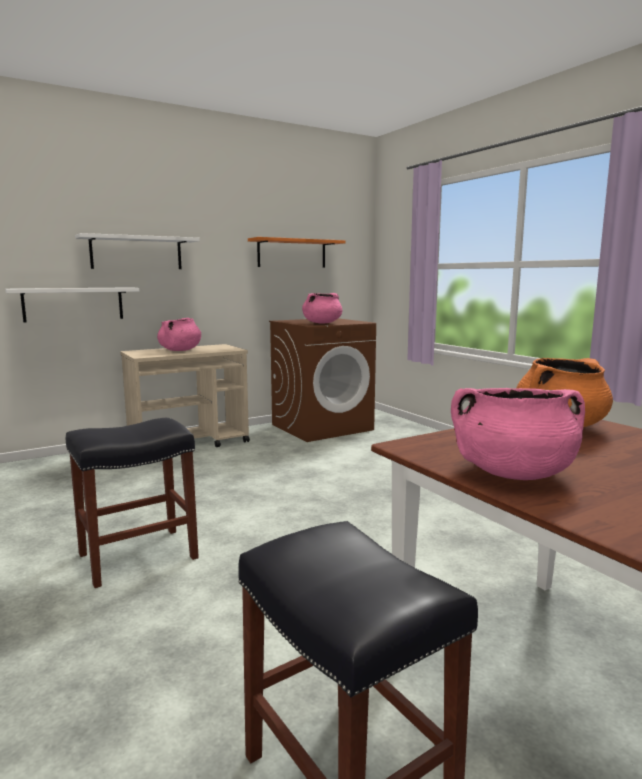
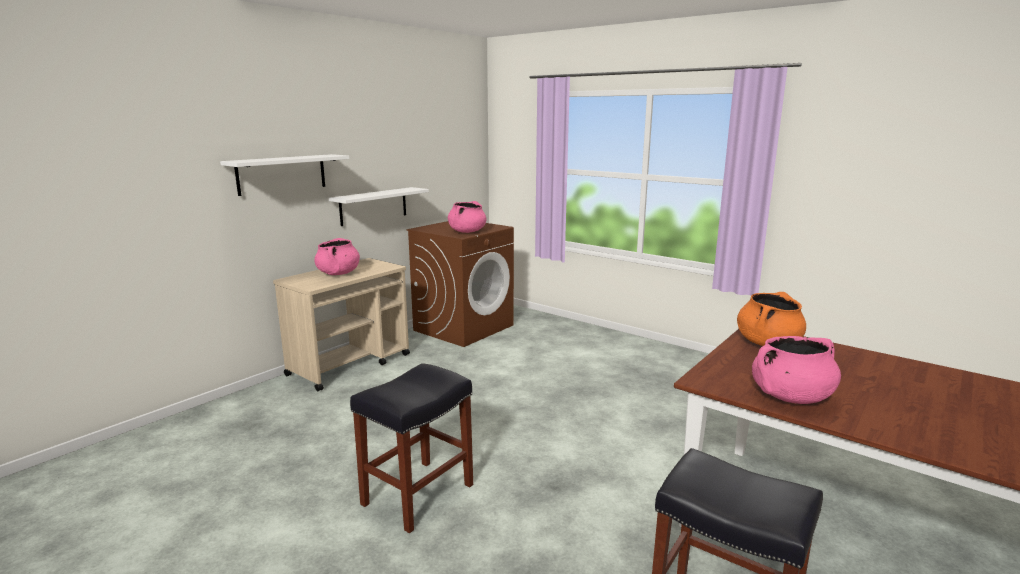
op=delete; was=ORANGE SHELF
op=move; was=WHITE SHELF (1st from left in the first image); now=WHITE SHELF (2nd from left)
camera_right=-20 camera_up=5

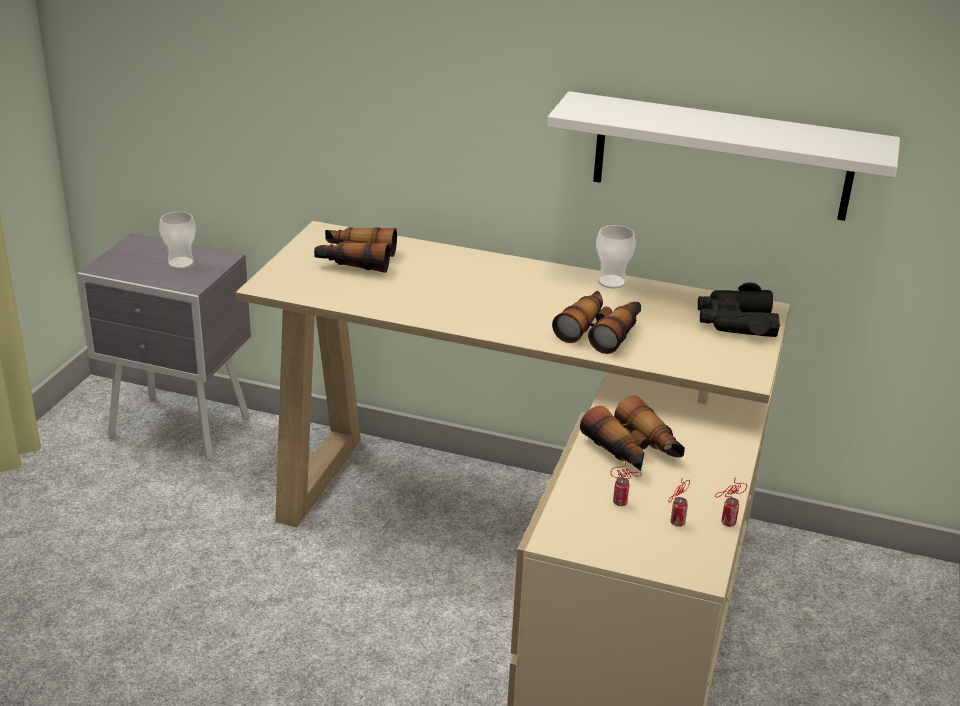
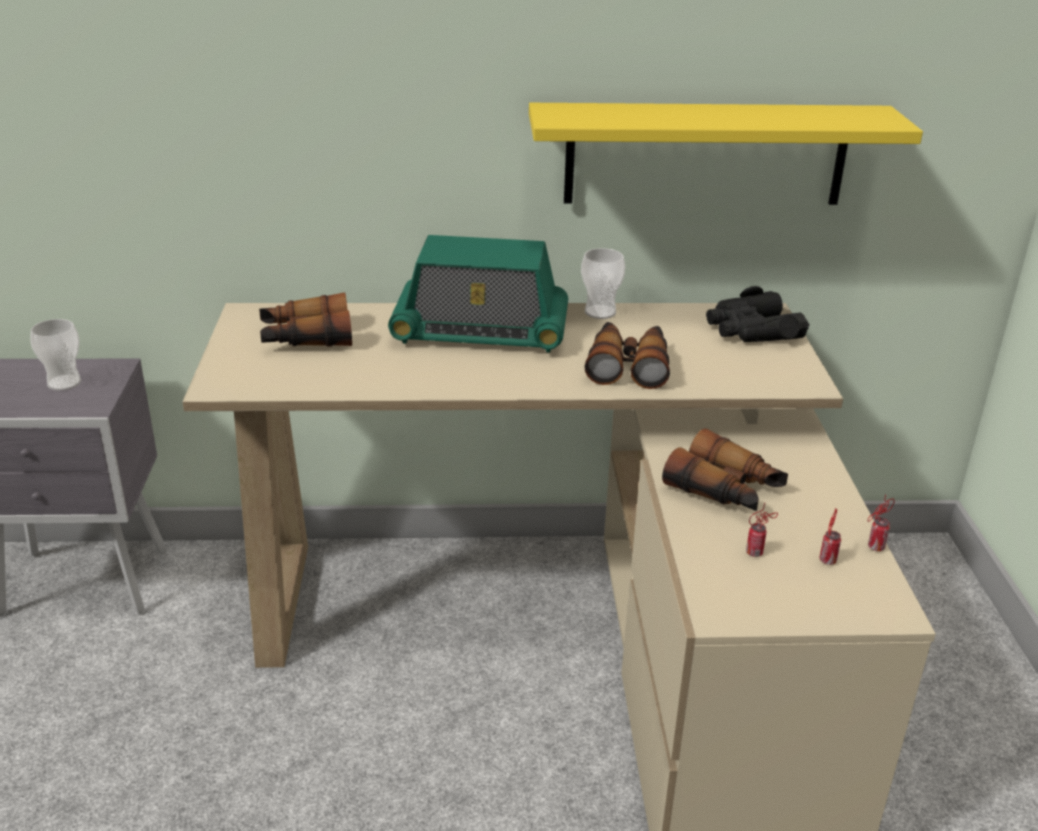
op=recolor; was=WHITE SHELF; now=YELLOW SHELF
op=insert; now=RADIO
camera_right=-20 camera_up=0

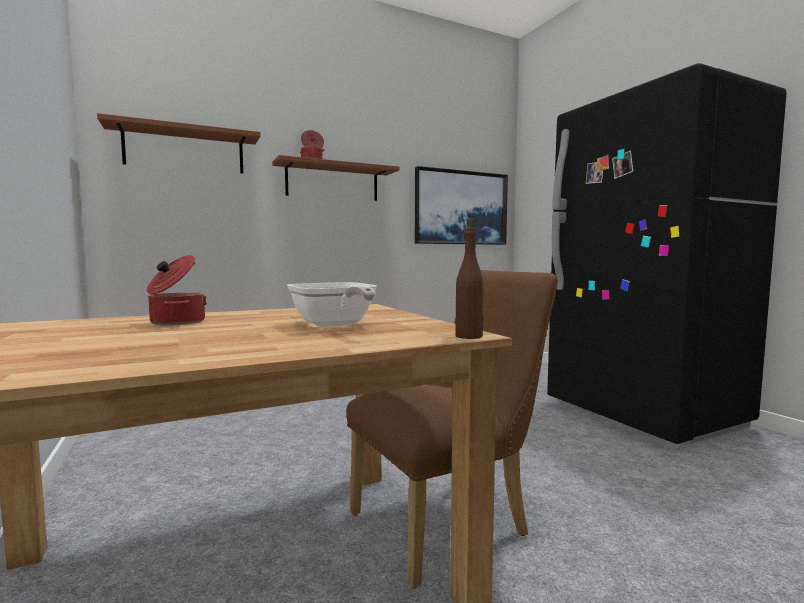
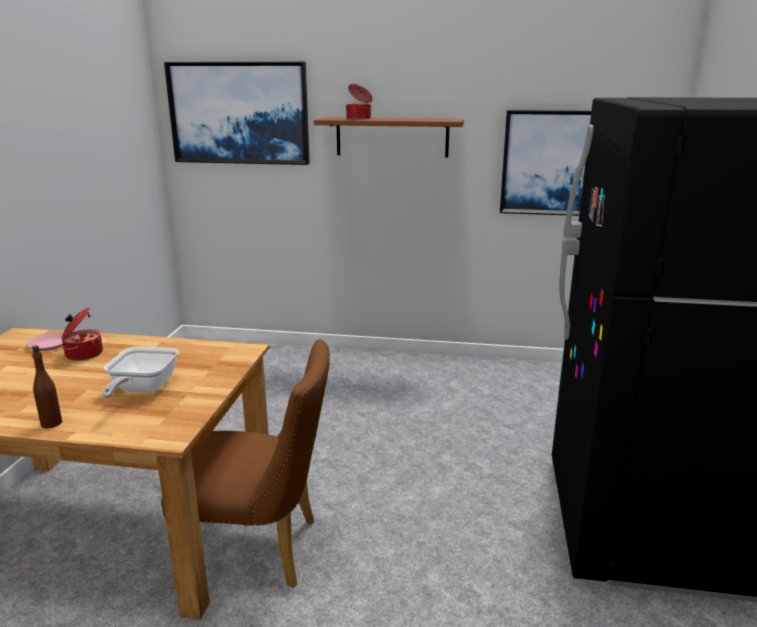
op=replace; was=BROWN SHELF (1st from left); now=PICTURE (1st from left)
op=move; was=BROWN BOTTLE
op=insert; now=PINK PLATE
camera_right=35 camera_up=15

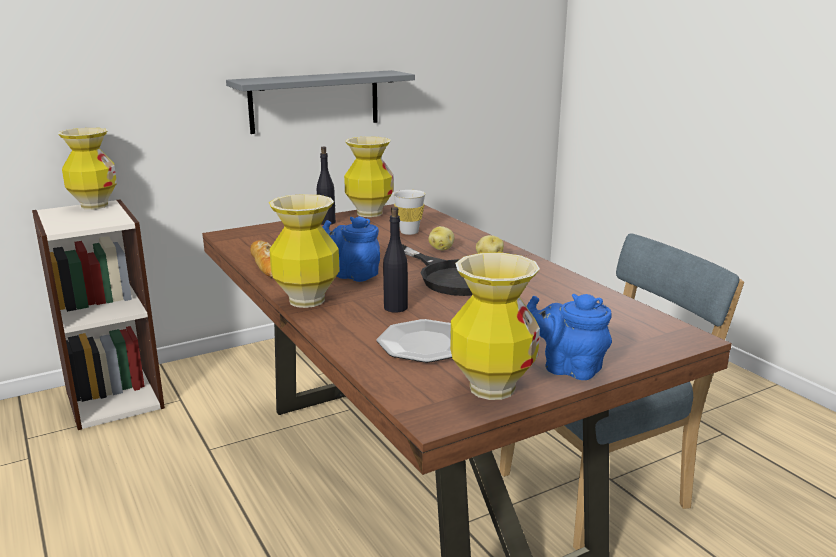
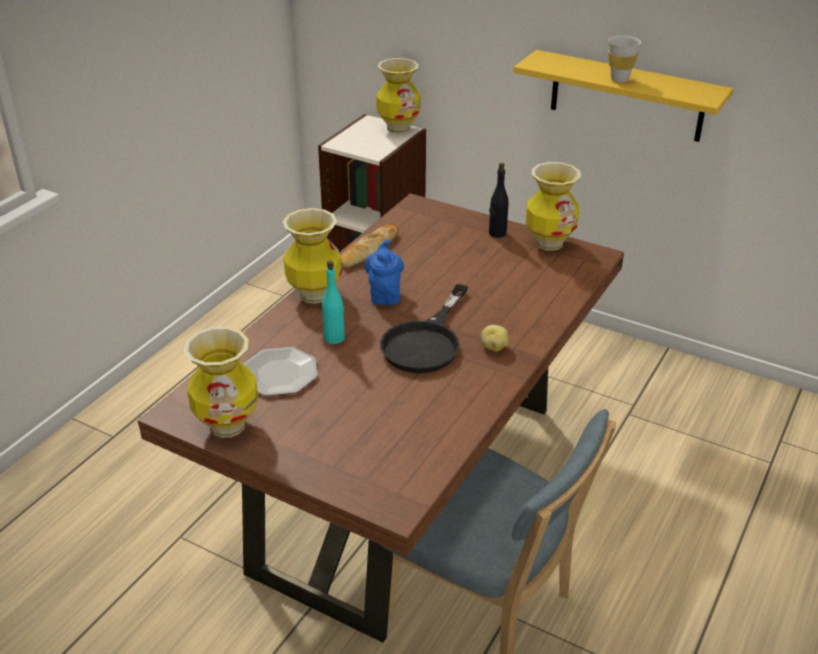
op=recolor; was=GREY SHELF; now=YELLOW SHELF
op=move; was=WHITE CUP
op=recolor; was=BLACK BOTTLE (2nd from left); now=TURQUOISE BOTTLE
op=delete; was=POTATO (1st from left)
op=delete; was=BLUE TEAPOT (2nd from left)
camera_right=60 camera_up=15

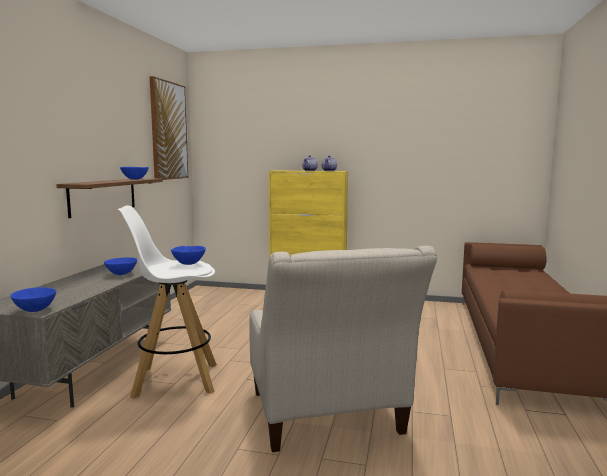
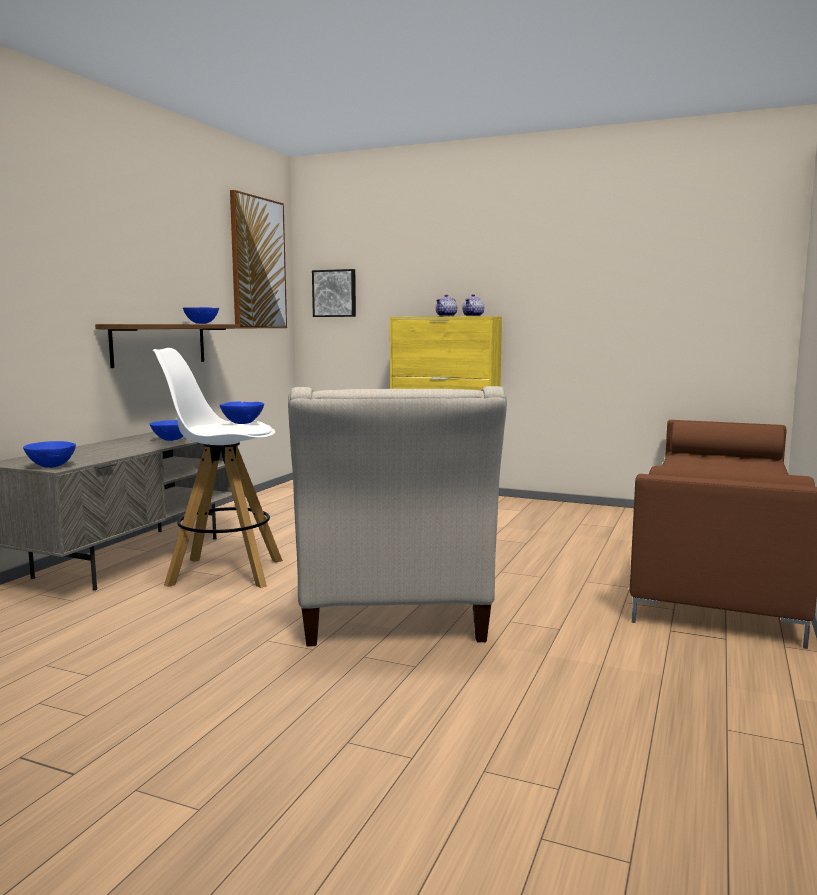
op=insert; now=PICTURE (2nd from left)
camera_right=10 camera_up=0

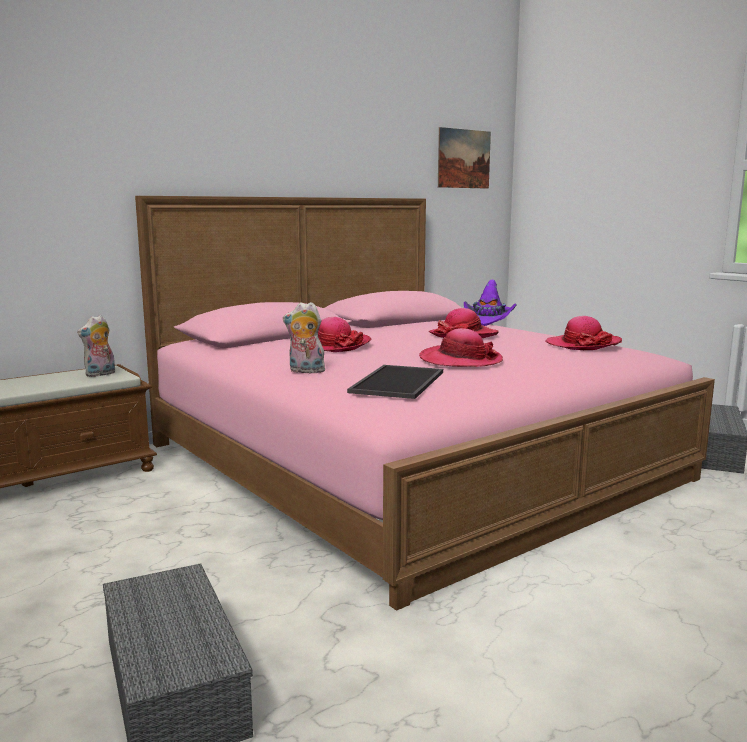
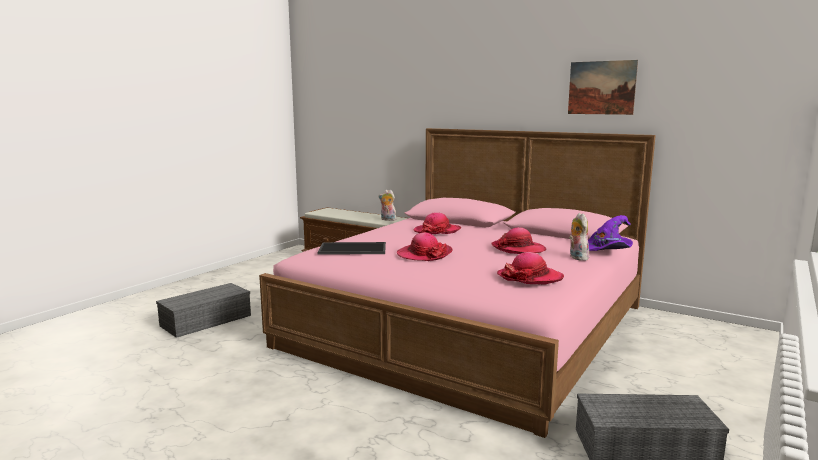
op=move; was=PICTURE
op=move; was=PLUSH TOY (2nd from left)
camera_right=70 camera_up=0

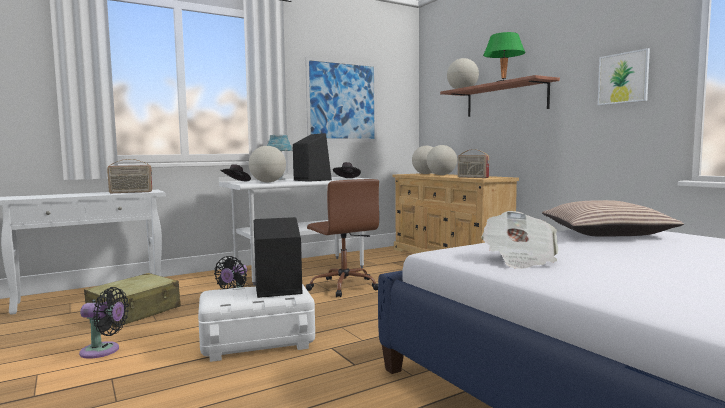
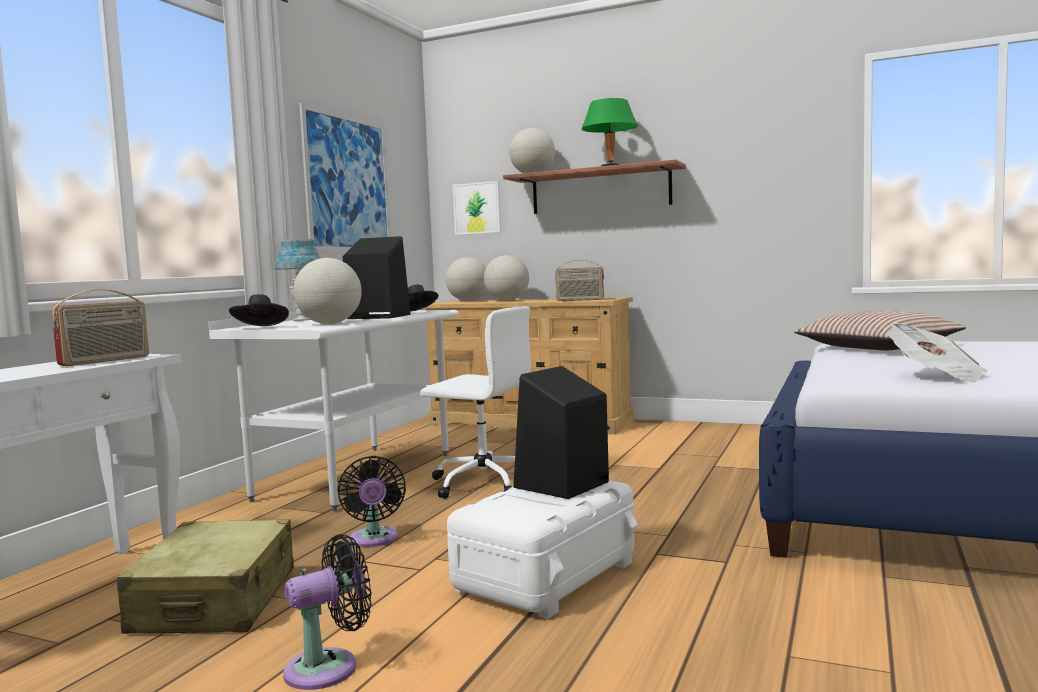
op=move; was=PICTURE (2nd from left)
op=recolor; was=BROWN OFFICE CHAIR; now=WHITE OFFICE CHAIR
camera_right=-35 camera_up=0

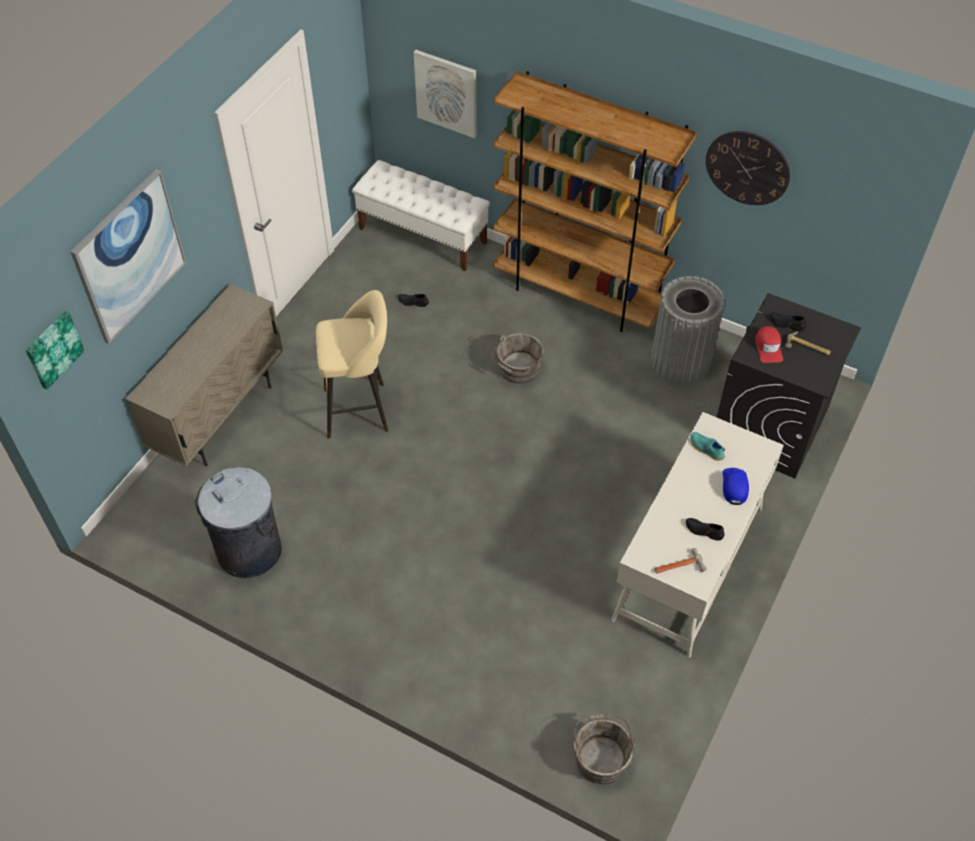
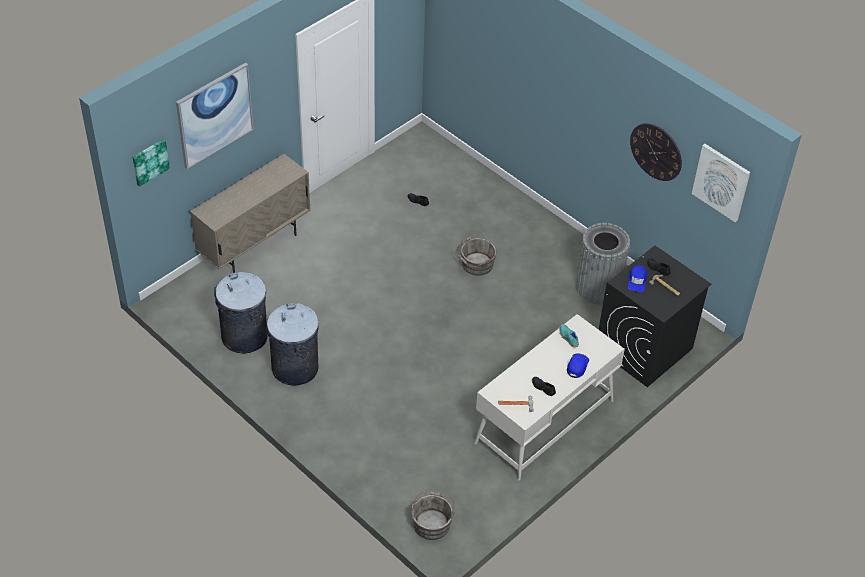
op=move; was=PICTURE (3rd from left)
op=delete; was=BROWN BOOKCASE
op=delete; was=WHITE BENCH
op=delete; was=BEIGE STOOL
op=recolor; was=RED CAP; now=BLUE CAP (2nd from left)
op=insert; now=GREY TRASH CAN (2nd from left)
camera_right=15 camera_up=-5

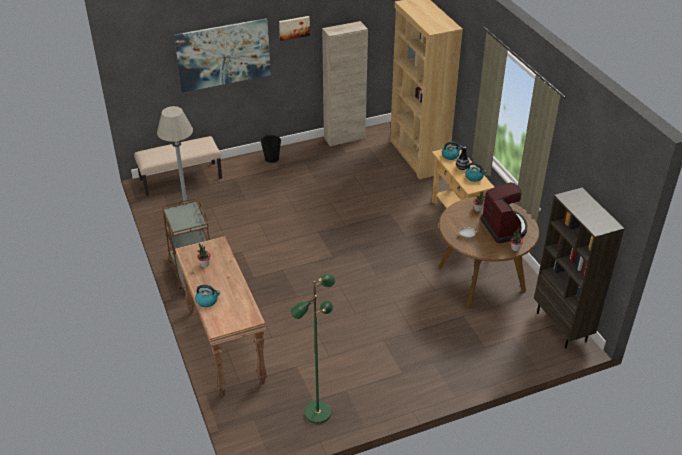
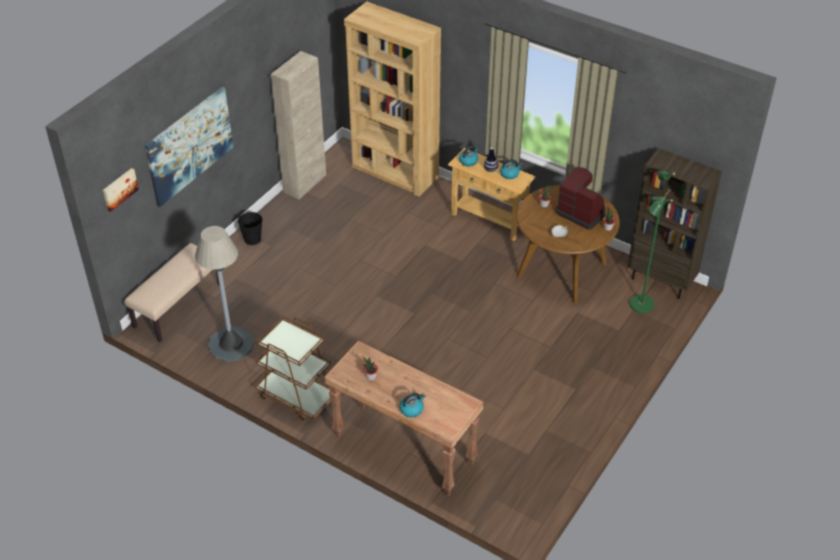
op=move; was=PICTURE (2nd from left in the first image); now=PICTURE (1st from left)
op=move; was=GREEN FLOOR LAMP
camera_right=-35 camera_up=5

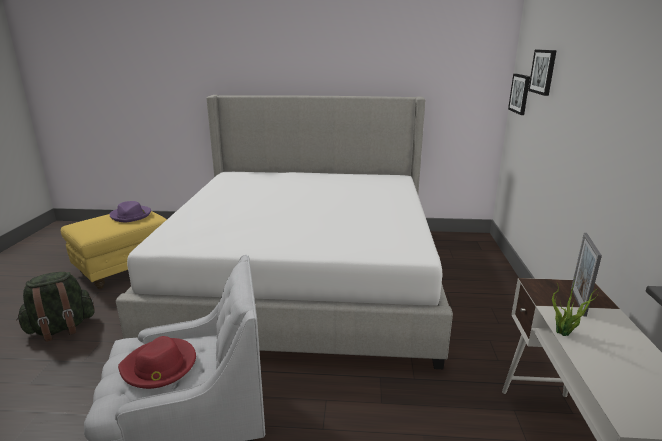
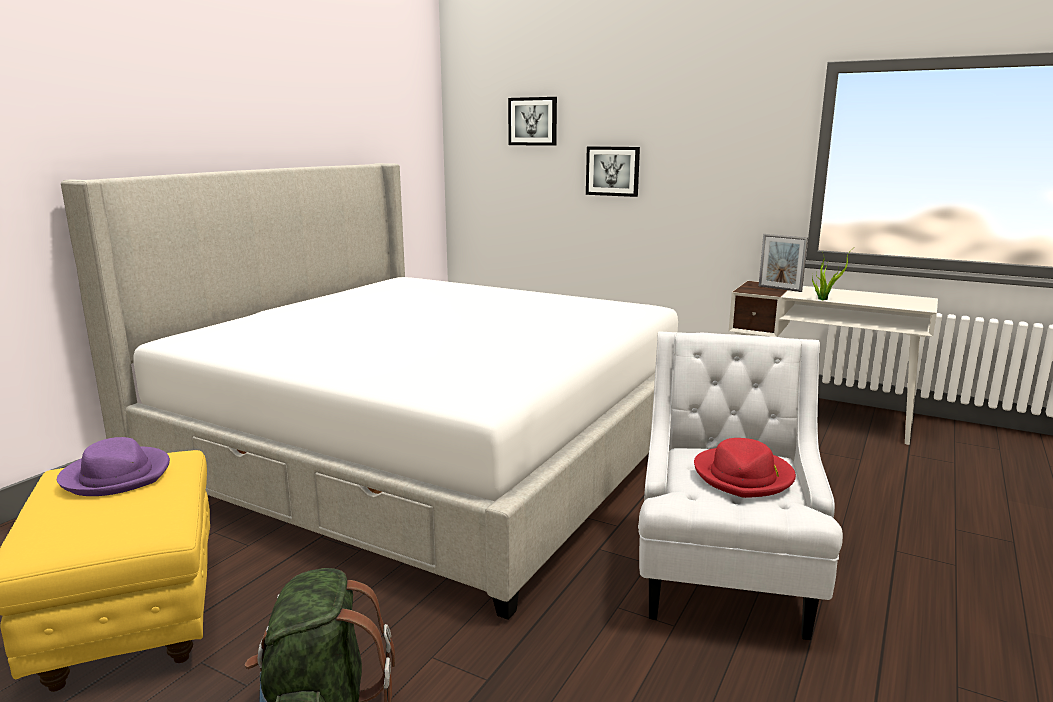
op=move; was=PICTURE (1st from left in the first image); now=PICTURE (2nd from left)
camera_right=-65 camera_up=-5

